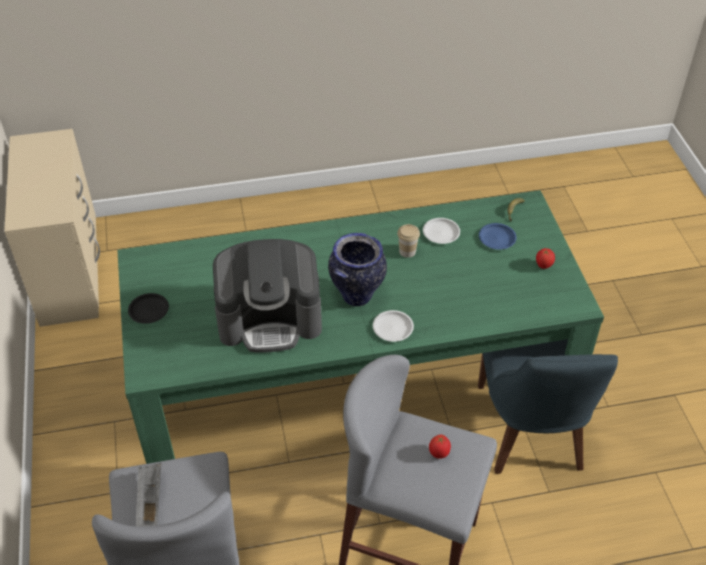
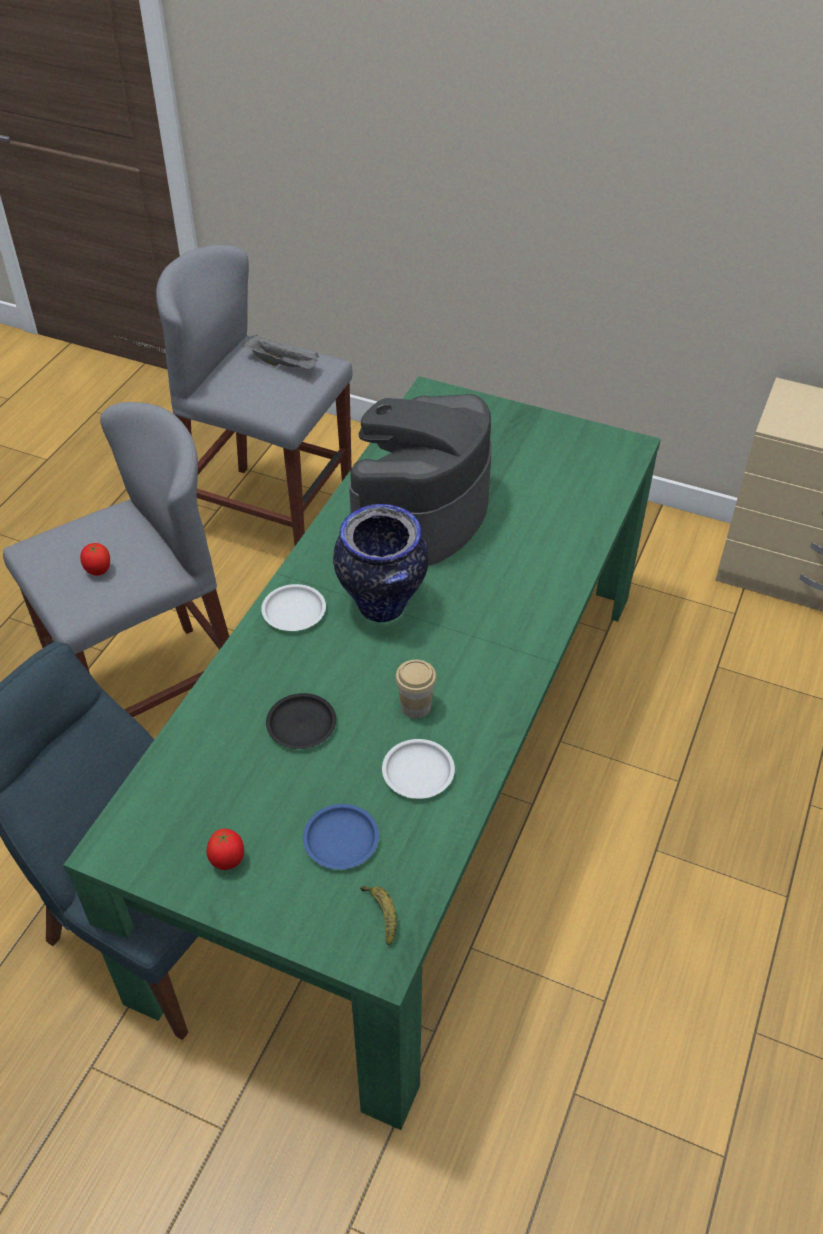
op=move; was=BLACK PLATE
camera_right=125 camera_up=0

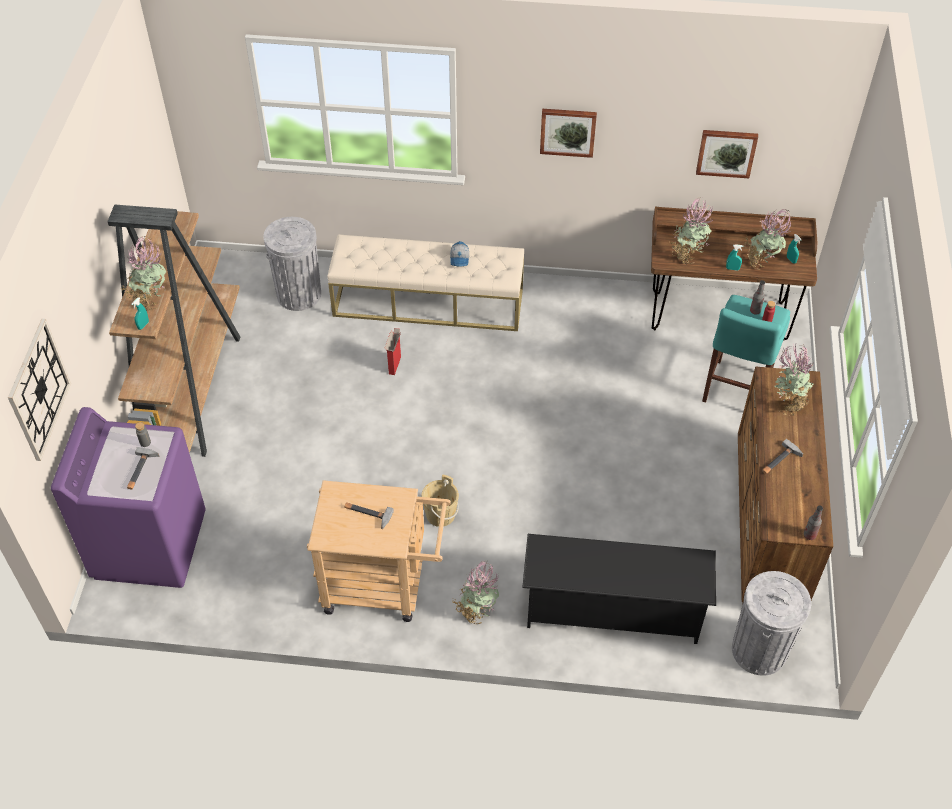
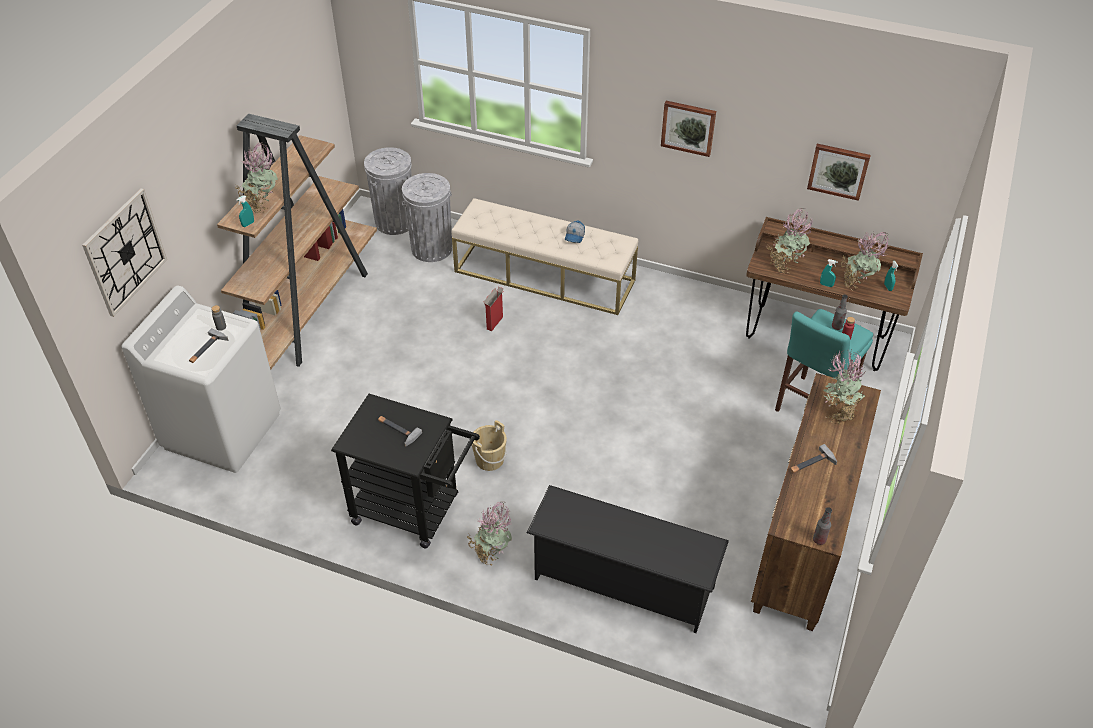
op=recolor; was=PURPLE WASHING MACHINE; now=WHITE WASHING MACHINE
op=recolor; was=BEIGE CART; now=BLACK CART
op=move; was=GREY TRASH CAN (2nd from left in the first image); now=GREY TRASH CAN (1st from left)
camera_right=15 camera_up=-5

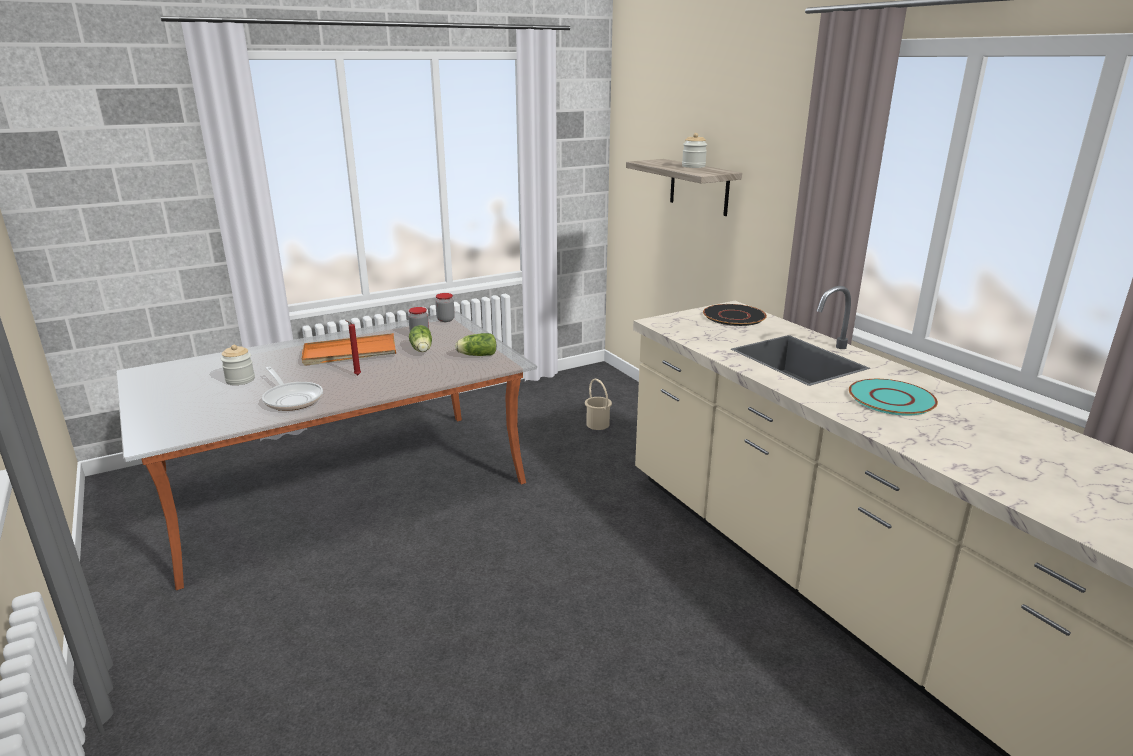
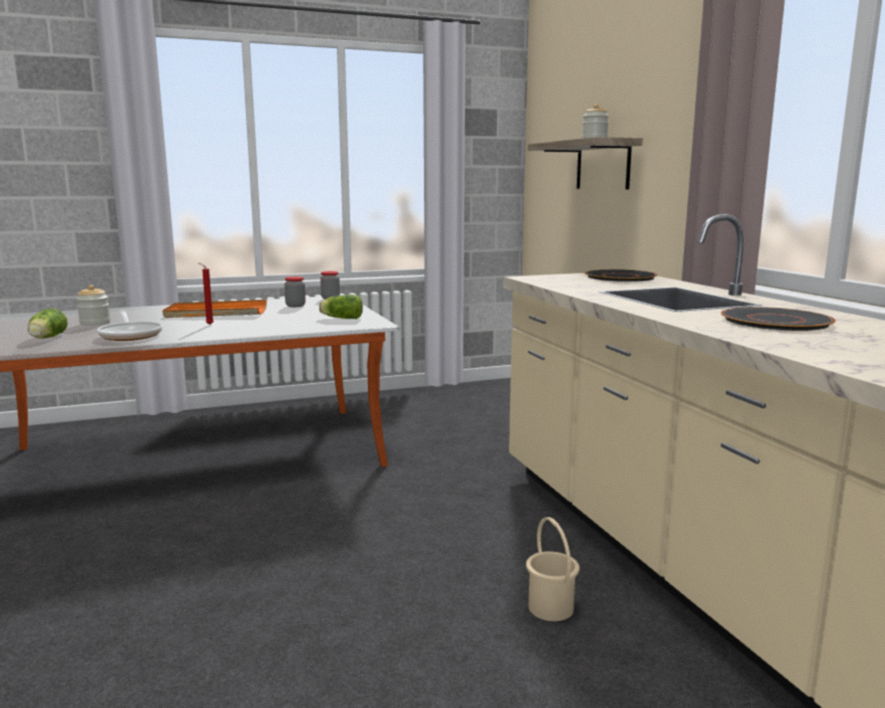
op=move; was=LETTUCE (1st from left)
op=move; was=BEIGE BUCKET
op=recolor; was=TURQUOISE PLATE; now=BLACK PLATE (2nd from left)
camera_right=10 camera_up=-10

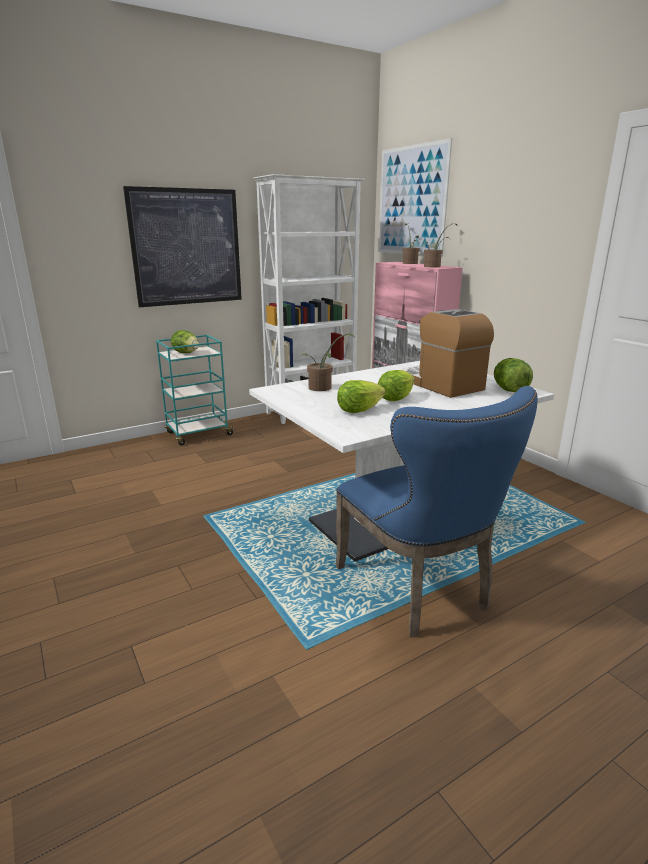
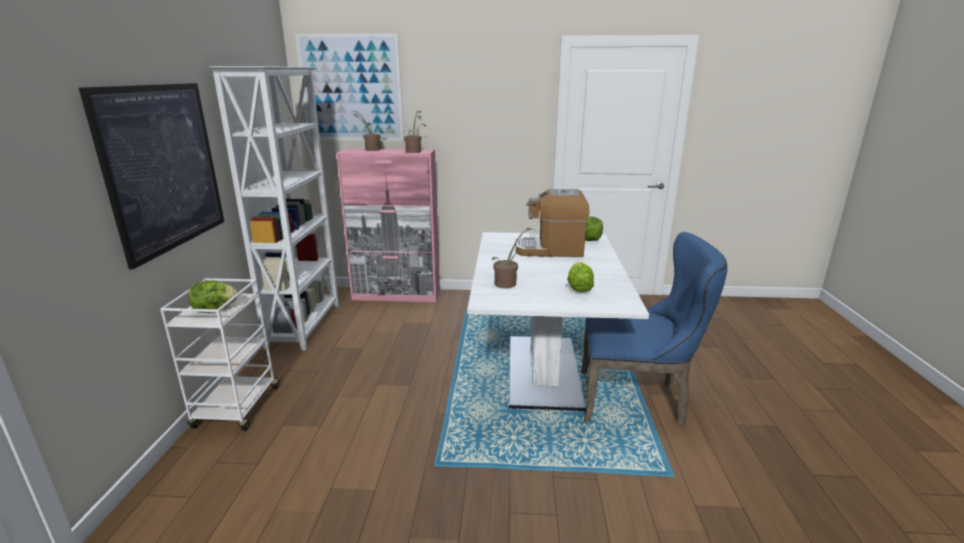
op=recolor; was=TURQUOISE CART; now=WHITE CART
op=delete; was=LETTUCE (3rd from left)
camera_right=-55 camera_up=0

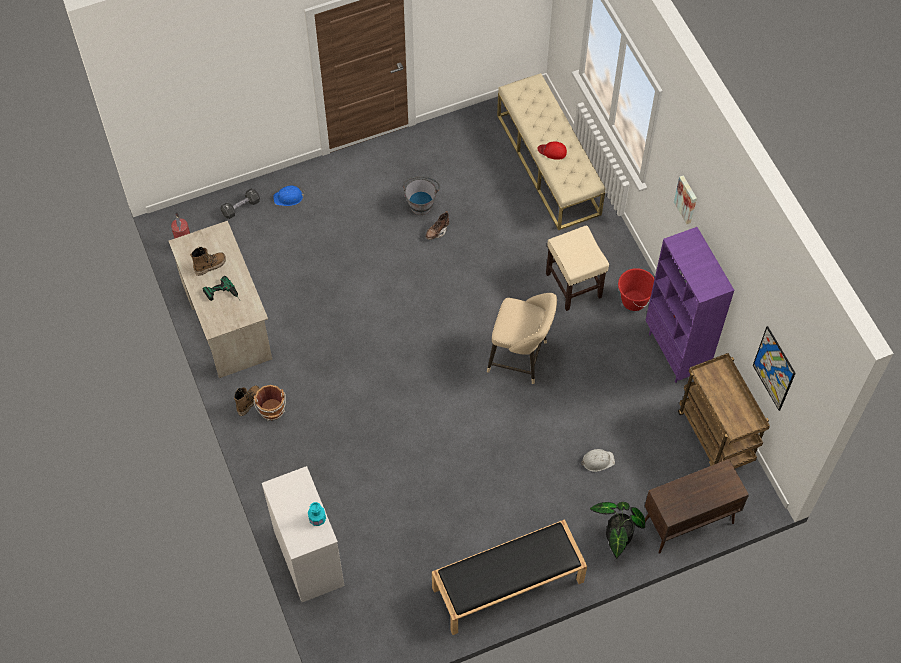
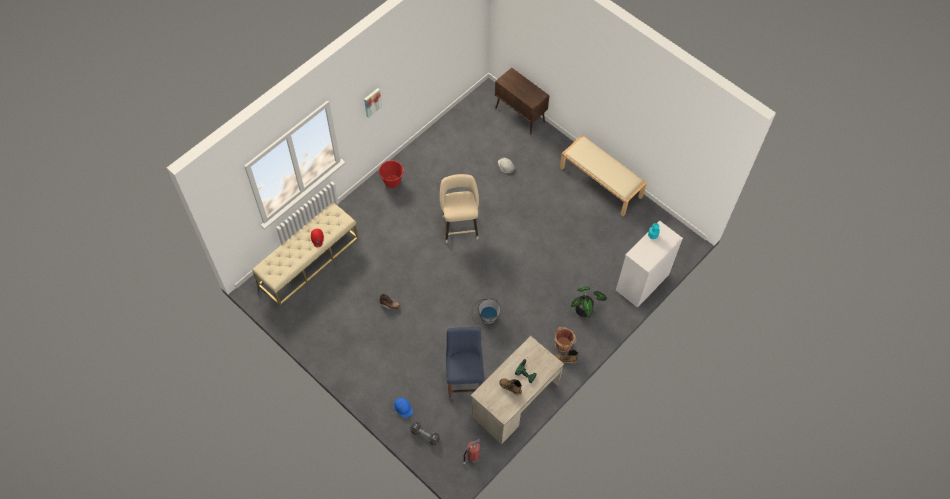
op=move; was=GREY BUCKET
op=delete; was=BEIGE STOOL (2nd from left)
op=delete; was=PURPLE BOOKCASE
op=delete; was=PICTURE (2nd from left)
op=delete; was=BROWN CART
op=move; was=POTTED PLANT
op=recolor; was=BLACK BENCH; now=BEIGE BENCH (2nd from left)
op=insert; now=BLUE CHAIR
camera_right=-115 camera_up=0

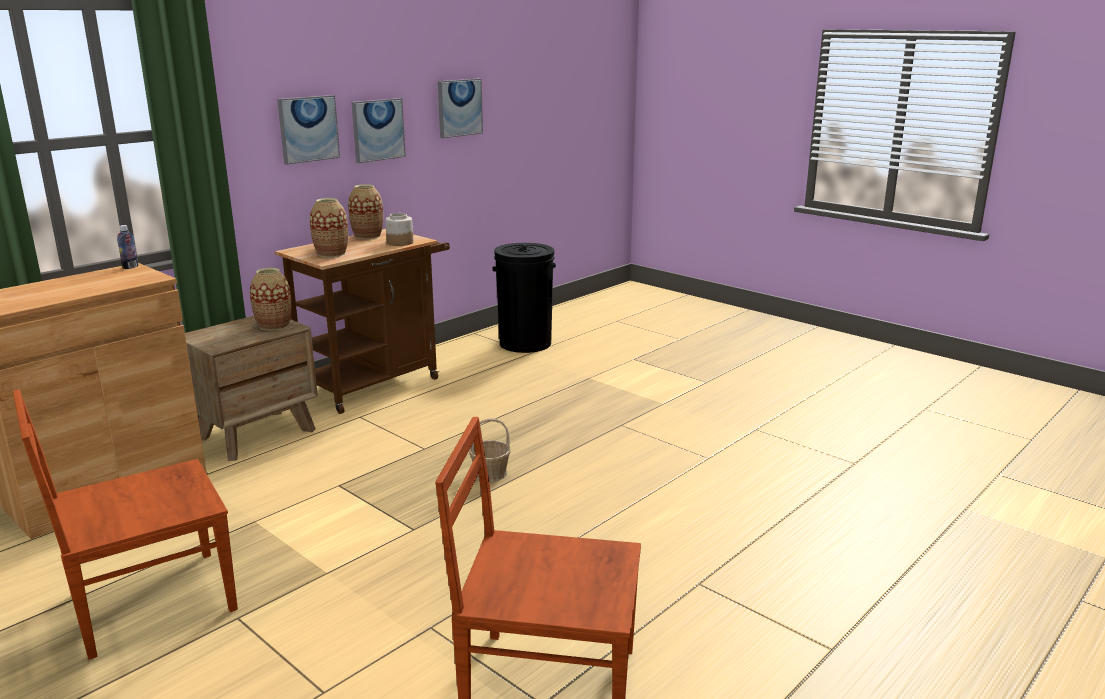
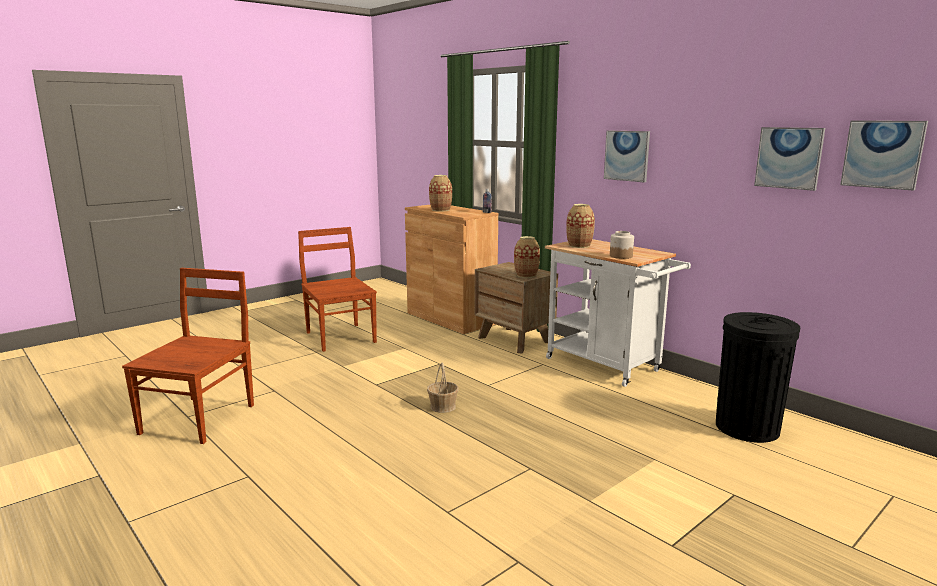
op=move; was=PICTURE (2nd from left in the first image); now=PICTURE (3rd from left)
op=move; was=VASE (3rd from left in the first image); now=VASE (1st from left)
op=recolor; was=BROWN CART; now=WHITE CART
camera_right=95 camera_up=-5

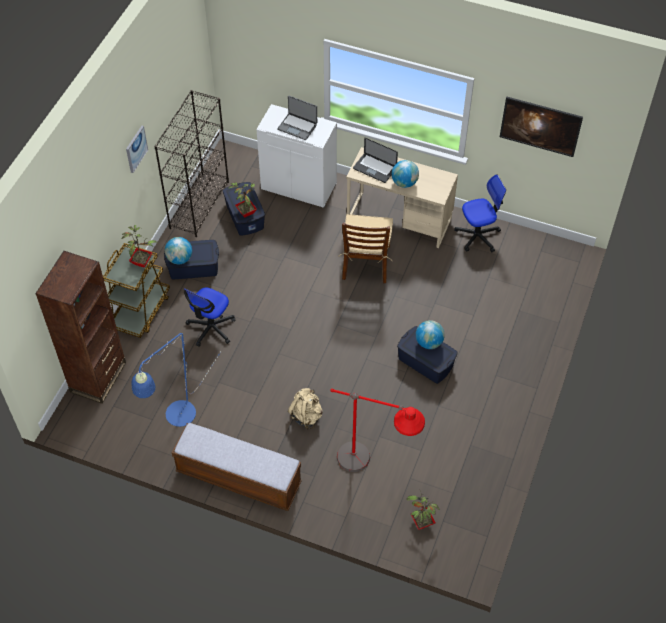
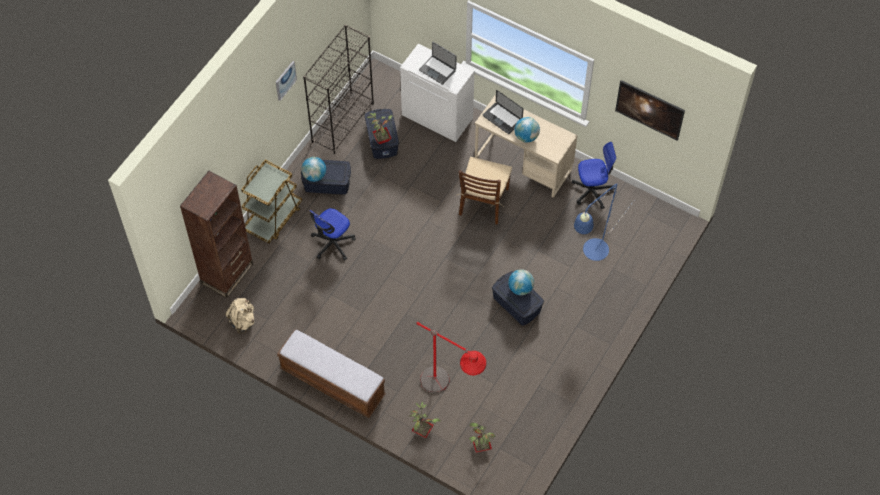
op=move; was=POTTED PLANT (1st from left in the first image); now=POTTED PLANT (2nd from left)
op=move; was=BLUE FLOOR LAMP
op=move; was=BEIGE BACKPACK
camera_right=10 camera_up=5

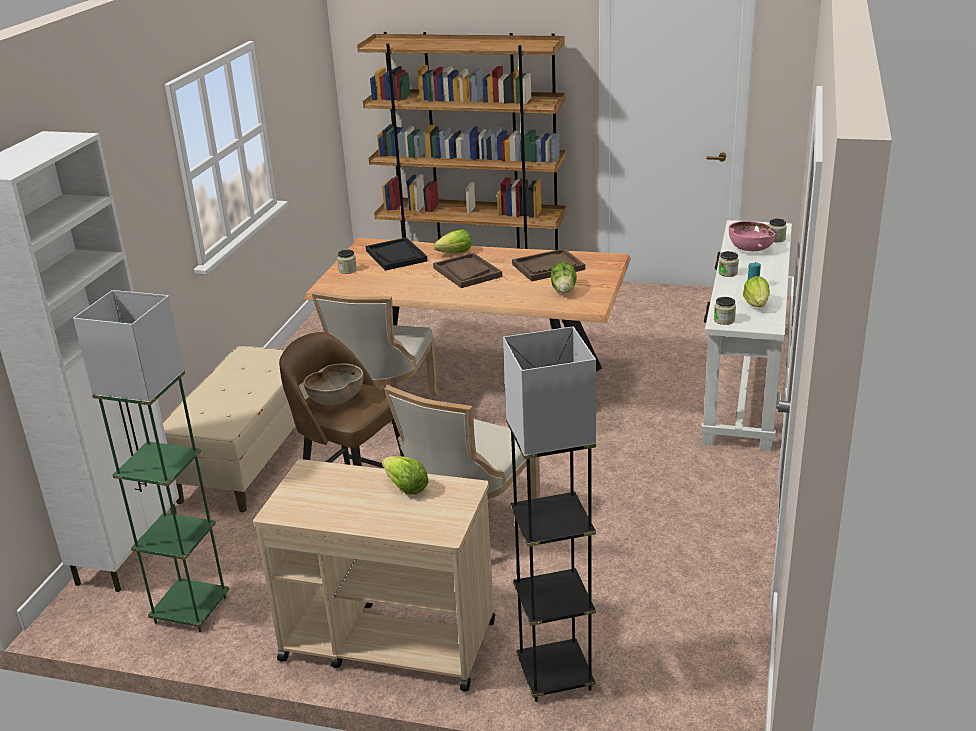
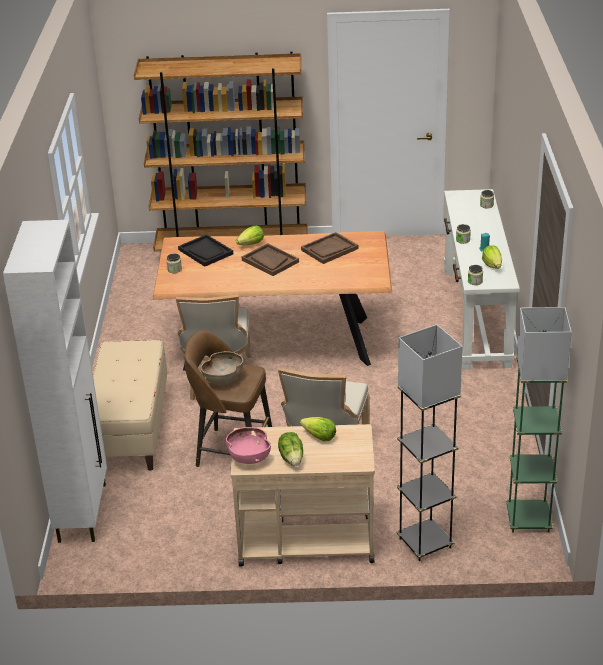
op=move; was=PINK BOWL
op=move; was=LETTUCE (3rd from left in the first image); now=LETTUCE (2nd from left)
op=move; was=GREEN FLOOR LAMP
camera_right=-15 camera_up=5

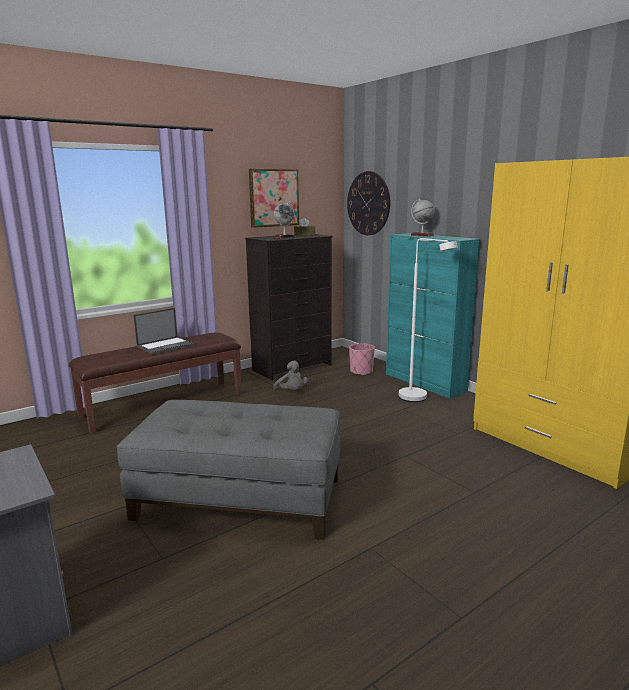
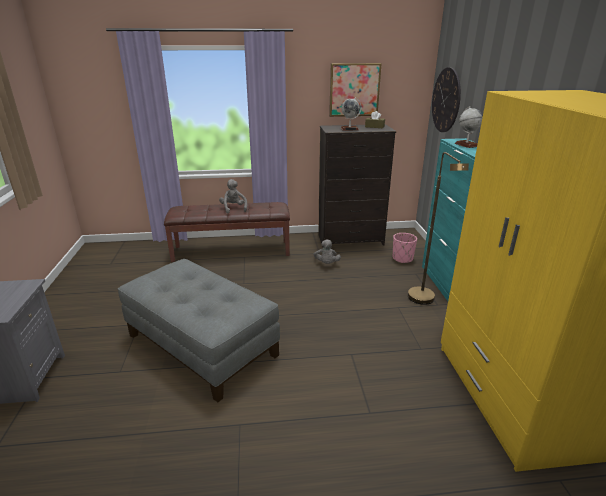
op=recolor; was=WHITE FLOOR LAMP; now=BROWN FLOOR LAMP
op=replace; was=LAPTOP; now=GREY PLUSH TOY (1st from left)
camera_right=30 camera_up=10

